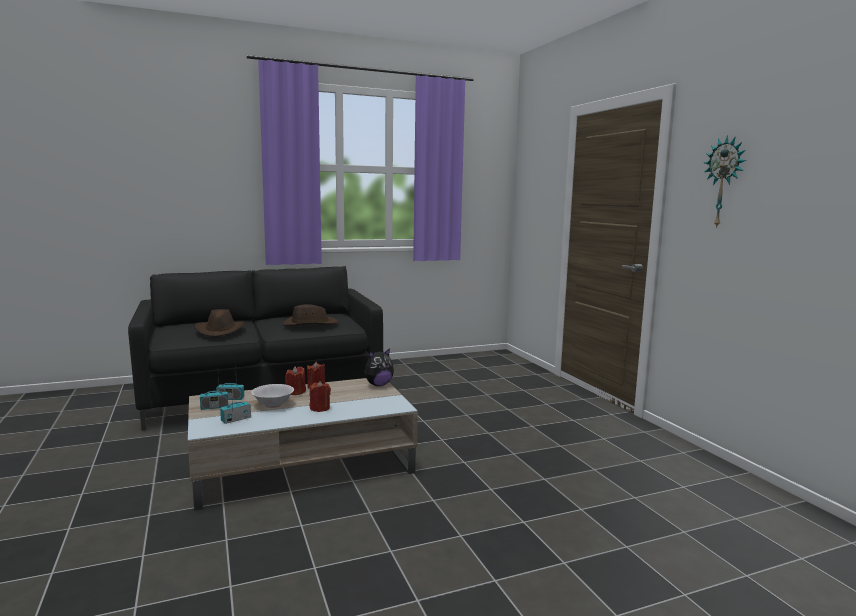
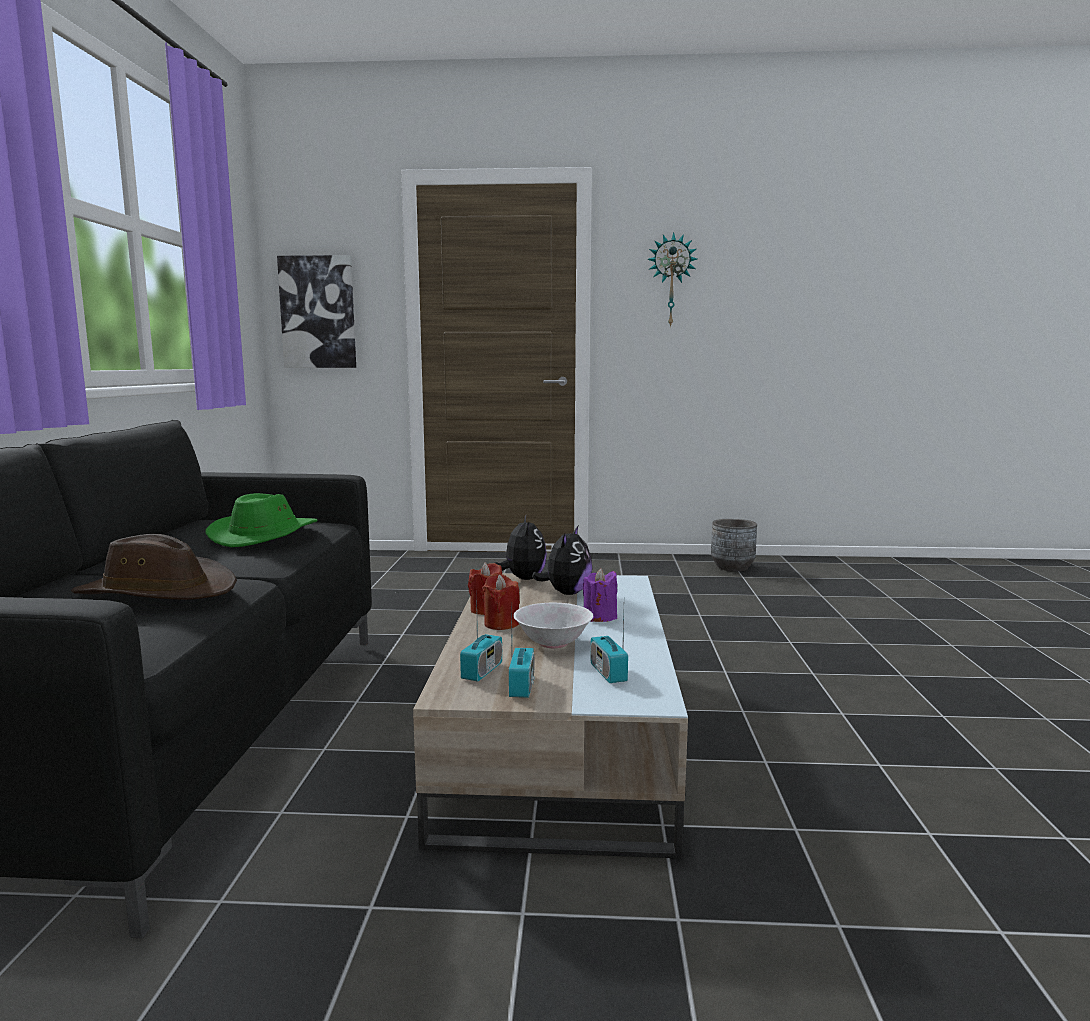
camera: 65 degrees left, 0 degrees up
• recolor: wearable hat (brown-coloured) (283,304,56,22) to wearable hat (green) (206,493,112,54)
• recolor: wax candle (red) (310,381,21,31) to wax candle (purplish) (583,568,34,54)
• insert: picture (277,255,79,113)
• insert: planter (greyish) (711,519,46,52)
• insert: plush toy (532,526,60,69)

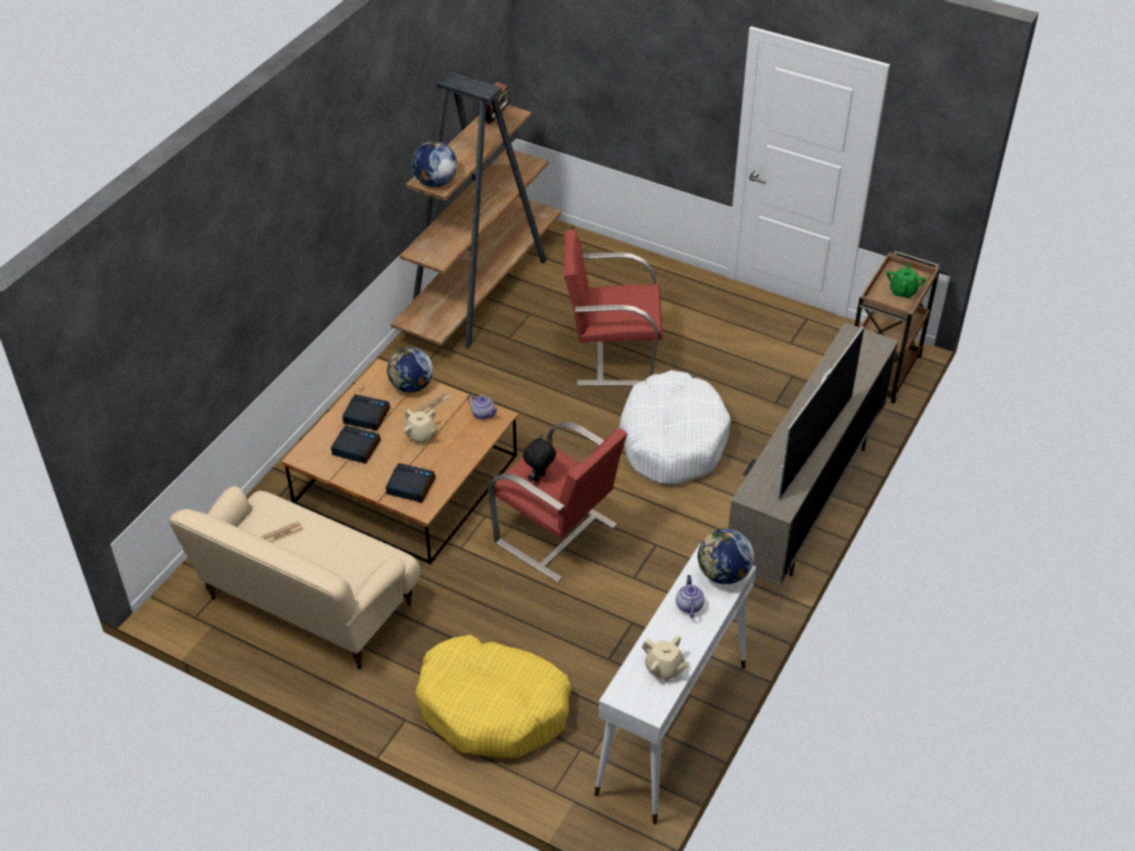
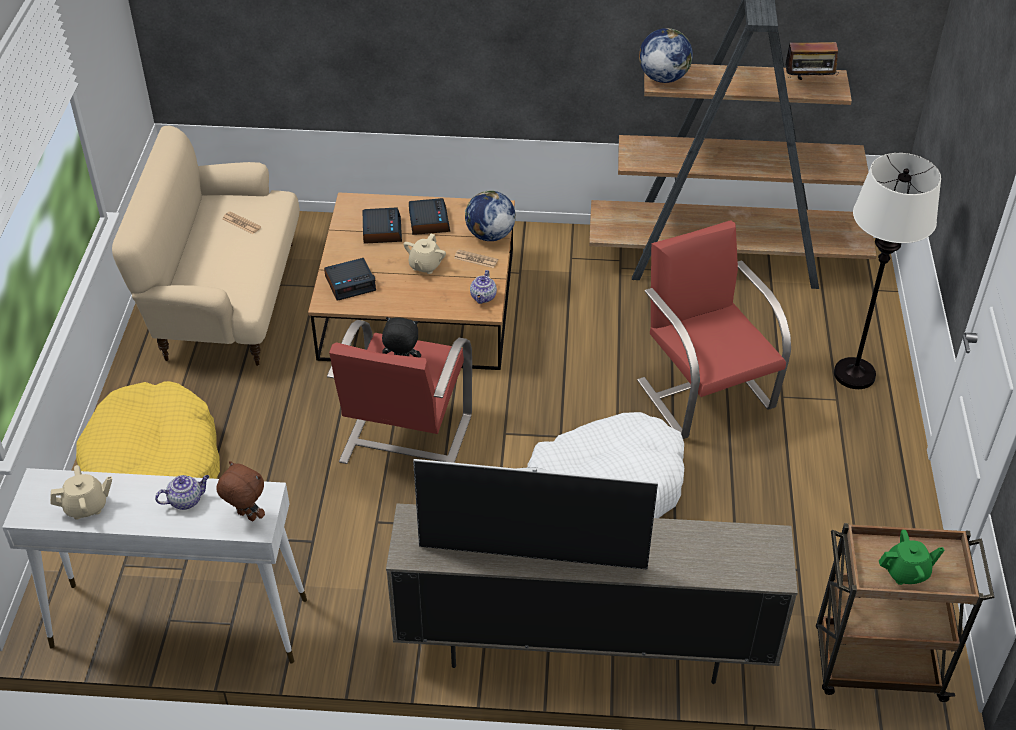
camera: 65 degrees right, 0 degrees up
• rotate: bedside clock (386,463,49,40) = (324,258,52,43) 75 degrees clockwise
• replace: world globe (698,529,56,55) to plush toy (brown-coloured) (216,461,49,60)
• rotate: pot for tea (beige) (642,636,48,45) = (50,465,62,55) 120 degrees counterclockwise
• insert: standing lamp (white) (834,153,107,236)

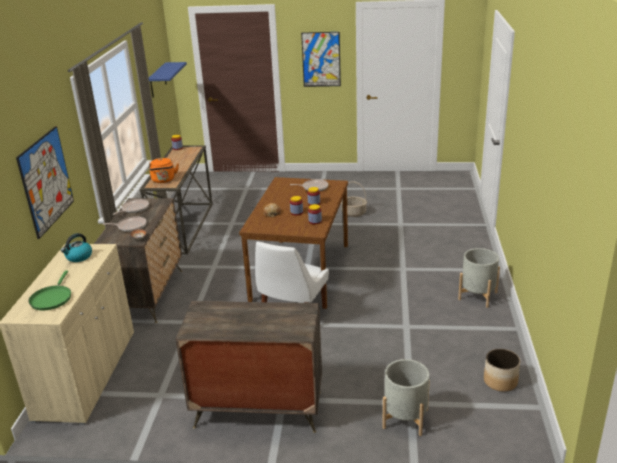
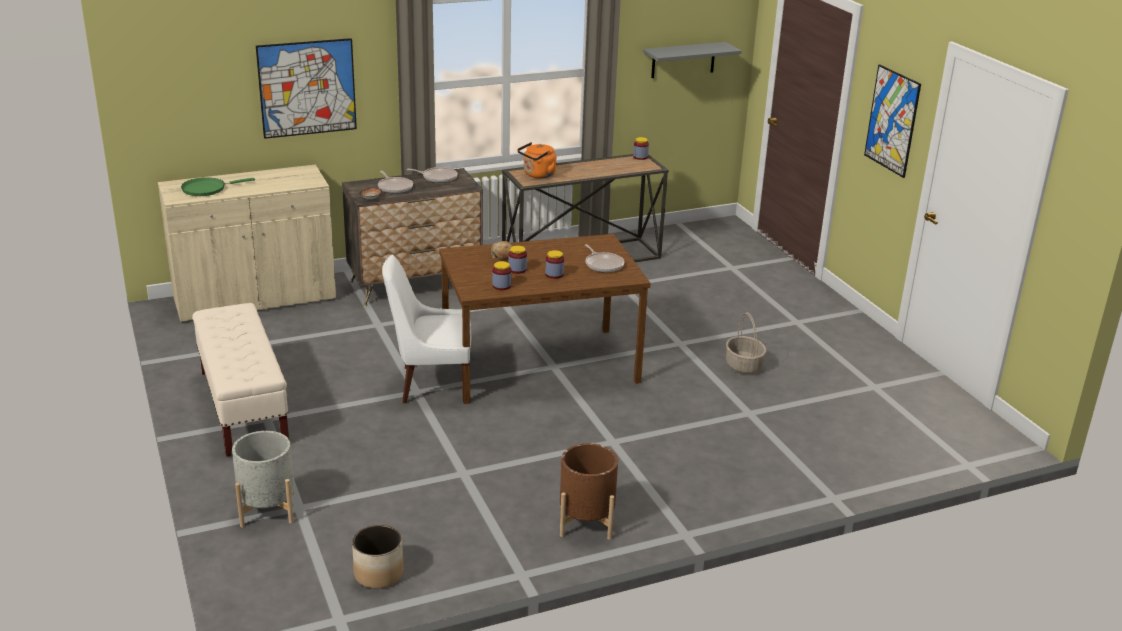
camera: 60 degrees right, 0 degrees up
• recolor: shelf (bluish) (149,62,38,35) to shelf (greyish) (643,42,99,36)
• delete: tea kettle (61,233,31,29)
• recolor: planter (greyish) (458,248,42,60) to planter (brown-coloured) (560,443,58,97)
• replace: chest of drawers (175,301,147,132) to indoor bench (beige) (192,303,97,154)

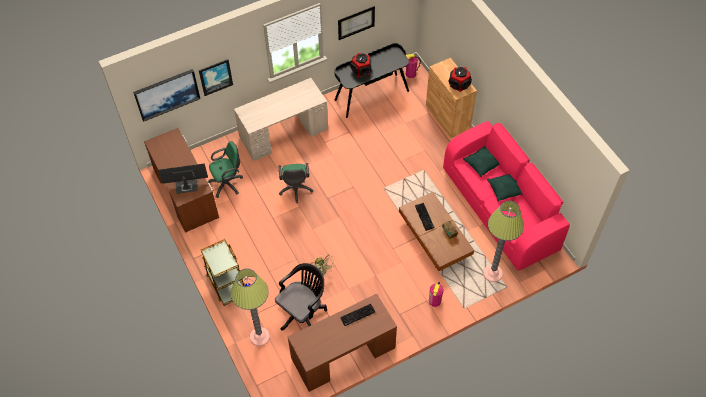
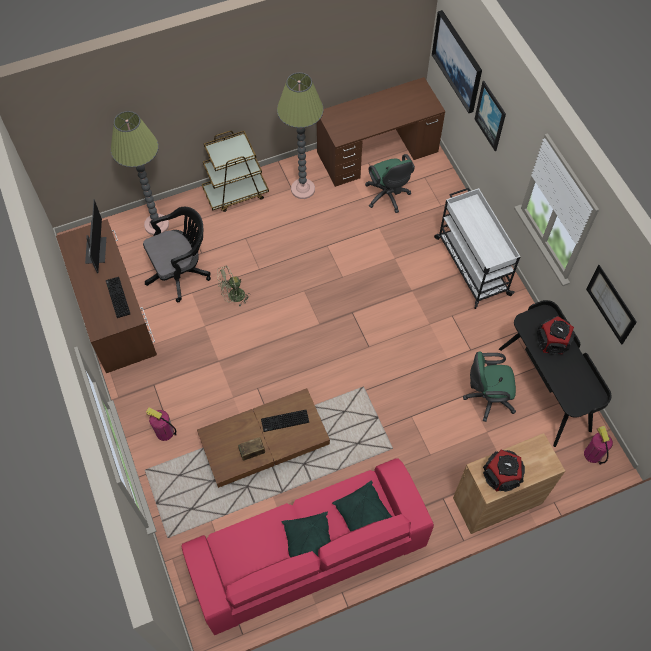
camera: 95 degrees right, 5 degrees up
• replace: desk table (beige) (234,78,94,83) to wheeled cart (white) (434,188,86,121)
• move: monitor (158,163,50,31) to (85,199,21,74)
• move: desk chair (green) (279,163,34,40) to (463,351,53,71)
• move: standing lamp (483,201,41,81) to (277,72,46,127)
• rotate: desk chair (black) (275,263,52,68) = (143,207,68,95) 75 degrees counterclockwise

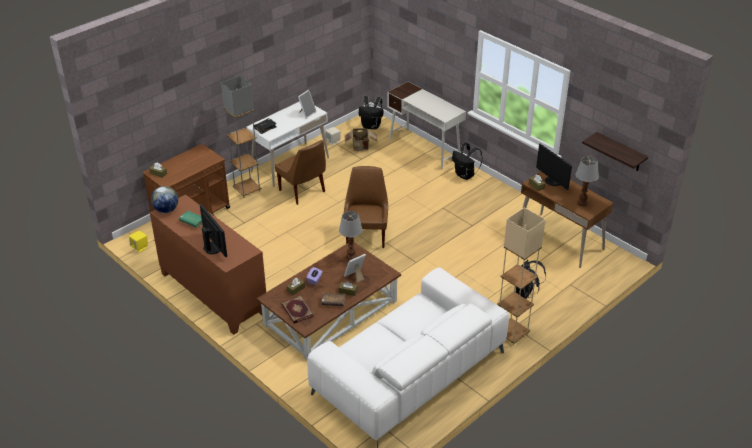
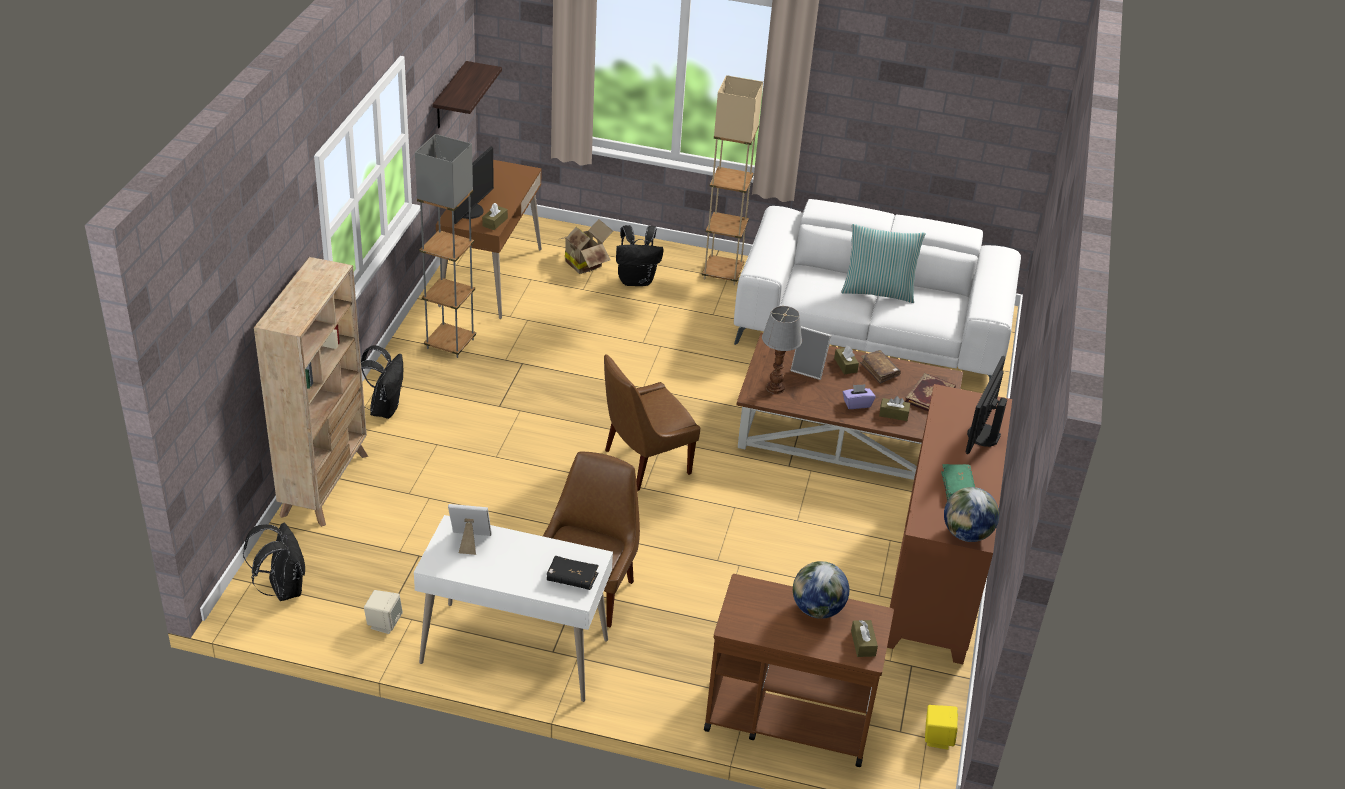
camera: 125 degrees left, 0 degrees up
• move: standing lamp (greyish) (221,76,40,122) to (415,134,61,224)
• replace: desk table (white) (387,82,79,88) to shelving unit (beige) (254,257,114,270)
• move: packing box (344,128,33,23) to (558,219,55,55)
• delete: table lamp (575,156,24,51)
• insert: cushion (841,224,85,79)
• insert: world globe (793,561,56,58)

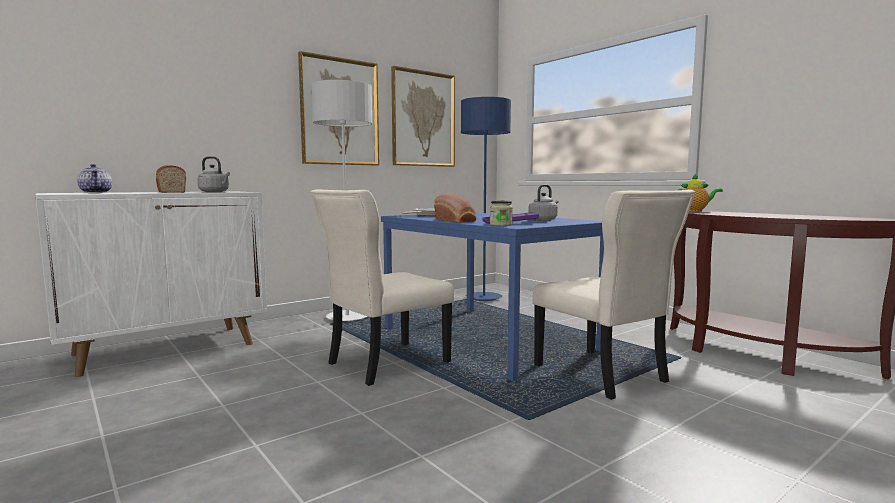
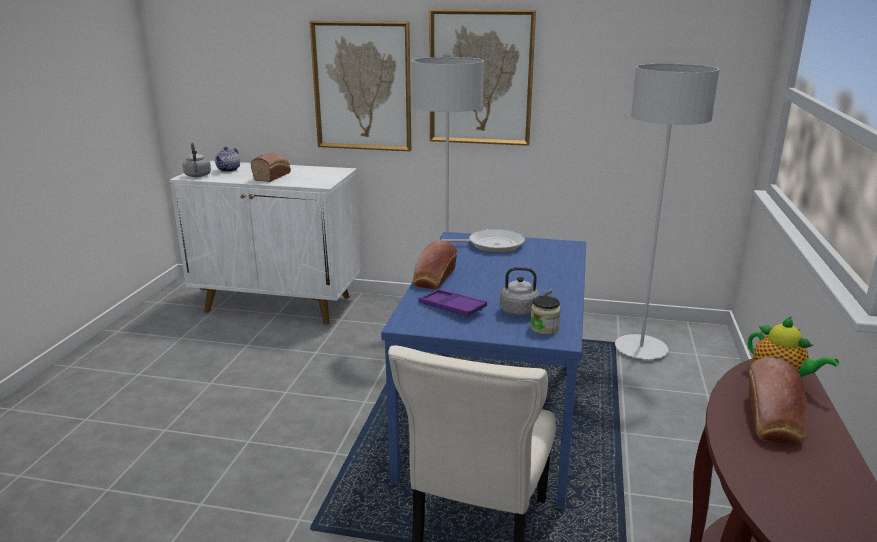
camera: 50 degrees right, 15 degrees up
• move: picture (391,66,64,101) to (309,21,102,130)
• recolor: standing lamp (bluish) (461,97,50,204) to standing lamp (greyish) (615,64,104,295)
• move: tea kettle (greyish) (197,156,33,36) to (183,143,28,34)
• delete: plain chair (beige) (311,189,143,197)
• move: preserve jar (490,201,23,25) to (530,296,31,39)
• insert: baked bread (749,357,58,89)

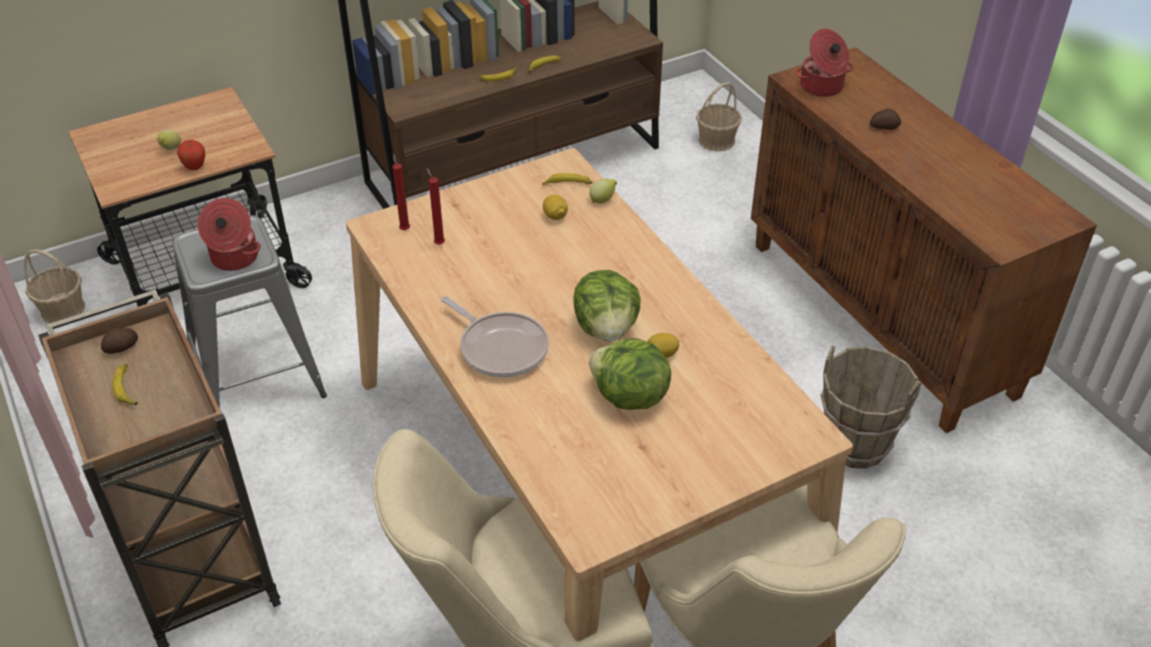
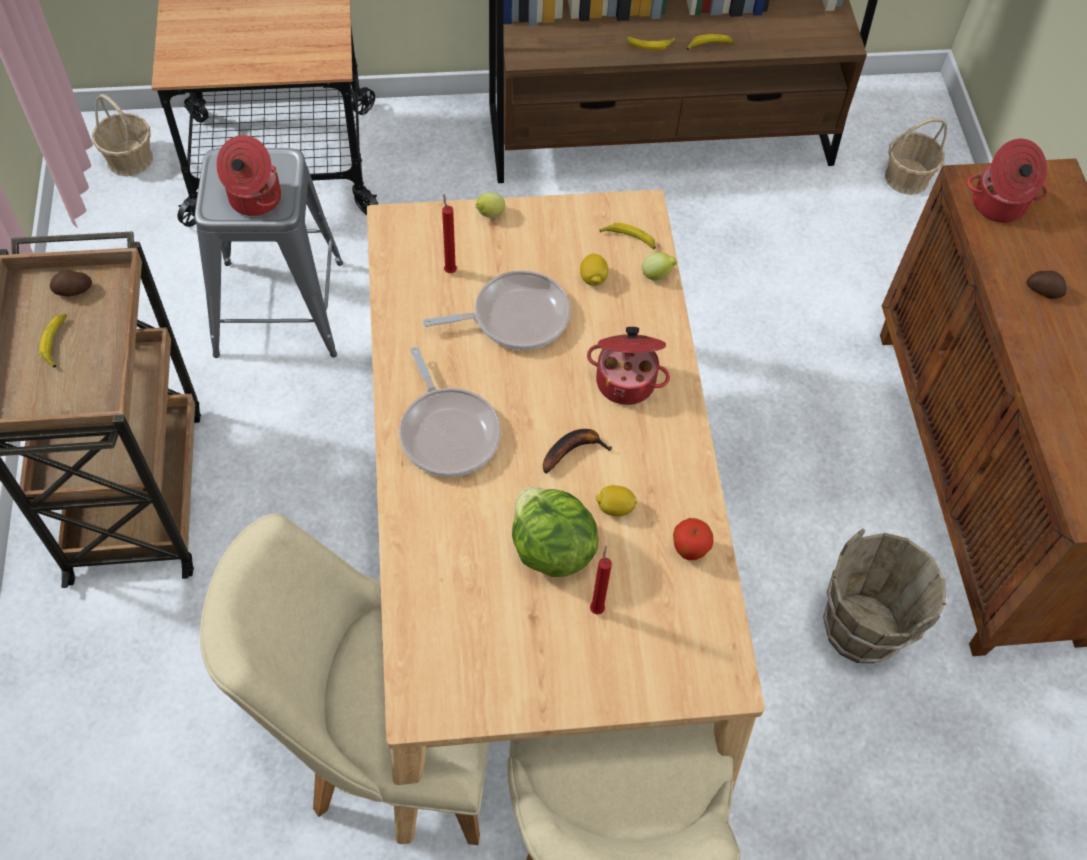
camera: 20 degrees right, 15 degrees up
• move: citrus fruit (157,130,24,20) to (475,192,30,26)
• move: whole apple (177,140,28,30) to (673,518,41,42)
• move: wax candle (red) (393,153,17,77) to (590,545,22,69)
• replace: lettuce head (573,270,68,71) to banana (543,429,69,45)
• insert: pan (423,270,147,80)
• insert: cooking pot (587,327,83,78)

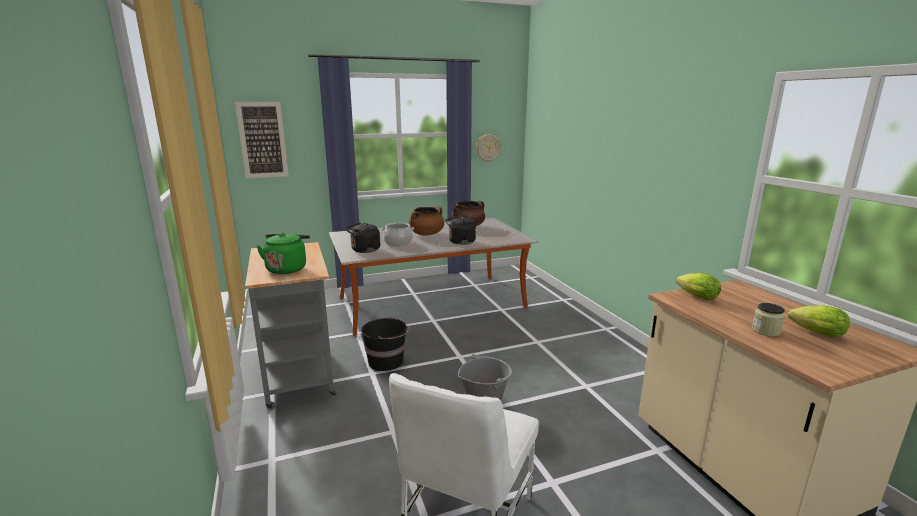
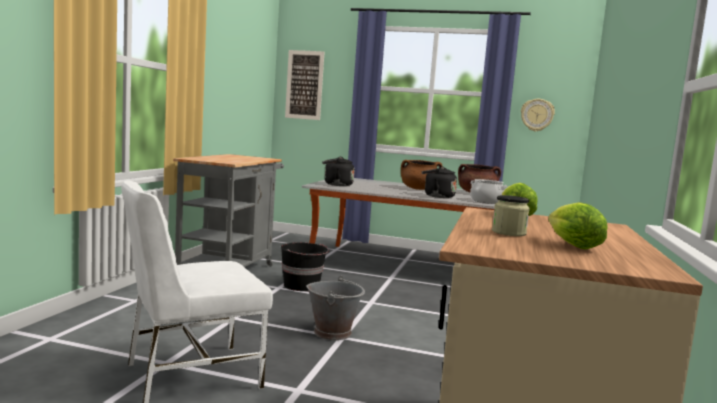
camera: 35 degrees right, 10 degrees down
• move: cooking pot (381,223,33,23) to (470,179,37,25)
• delete: tea kettle (green) (256,233,54,41)

